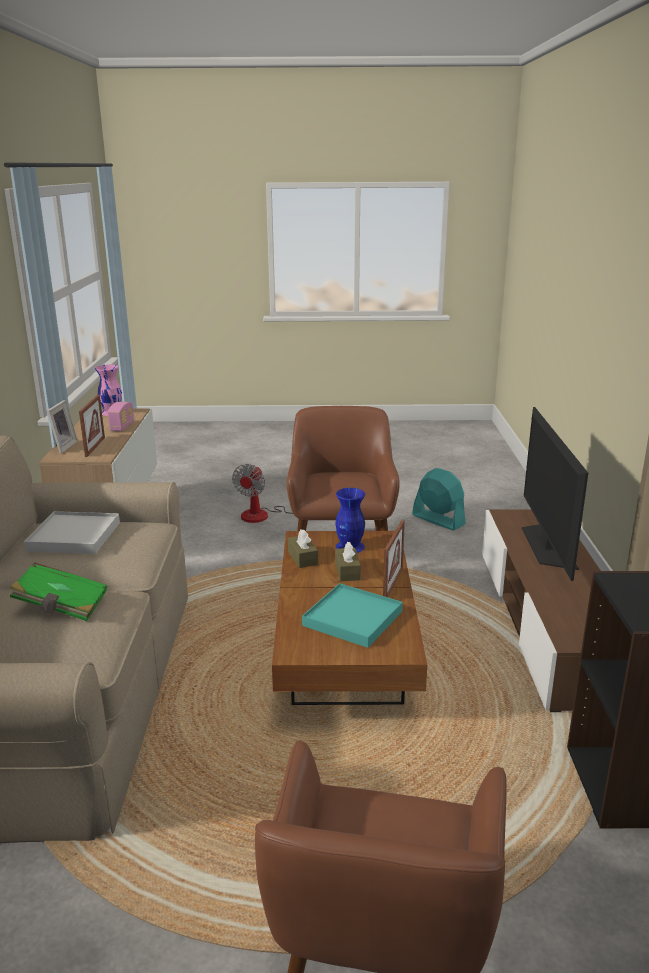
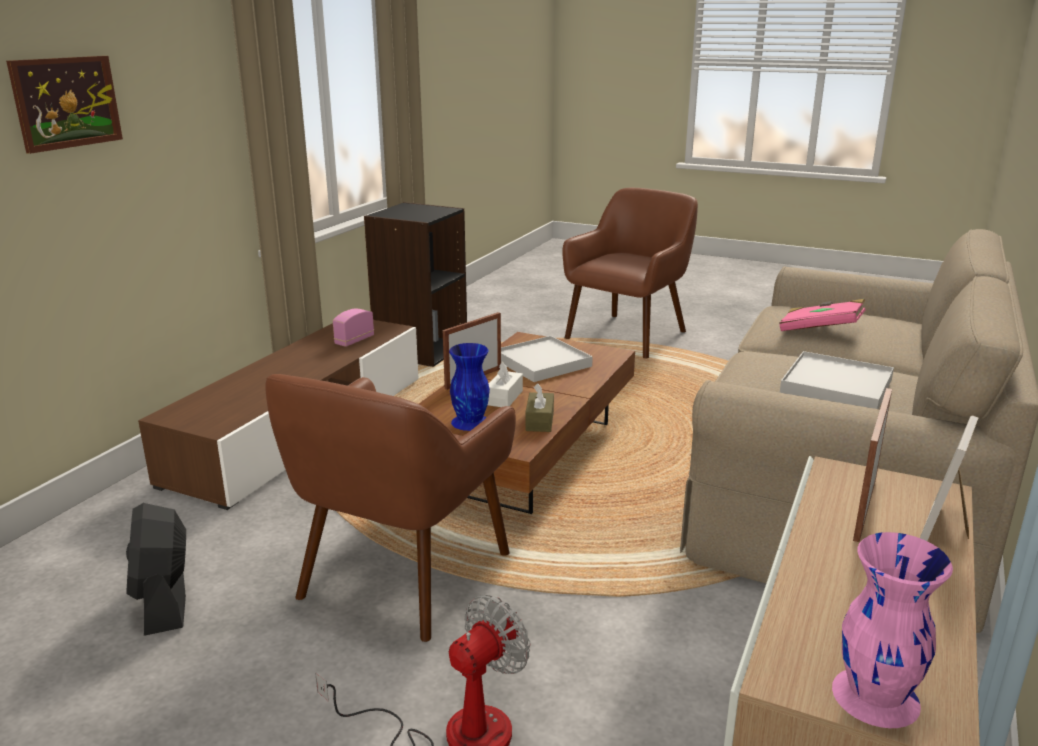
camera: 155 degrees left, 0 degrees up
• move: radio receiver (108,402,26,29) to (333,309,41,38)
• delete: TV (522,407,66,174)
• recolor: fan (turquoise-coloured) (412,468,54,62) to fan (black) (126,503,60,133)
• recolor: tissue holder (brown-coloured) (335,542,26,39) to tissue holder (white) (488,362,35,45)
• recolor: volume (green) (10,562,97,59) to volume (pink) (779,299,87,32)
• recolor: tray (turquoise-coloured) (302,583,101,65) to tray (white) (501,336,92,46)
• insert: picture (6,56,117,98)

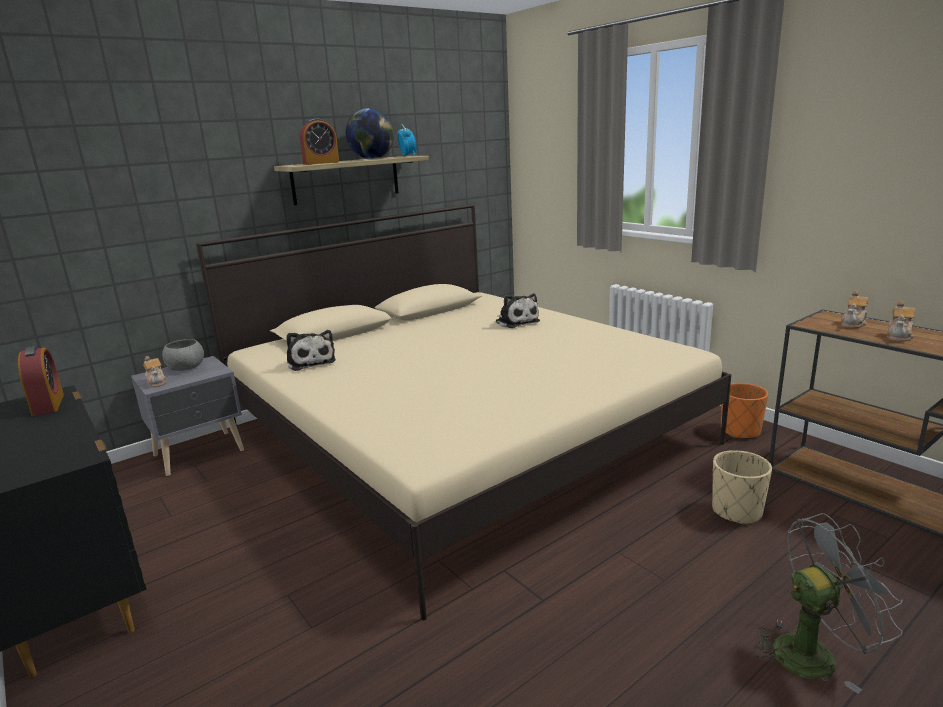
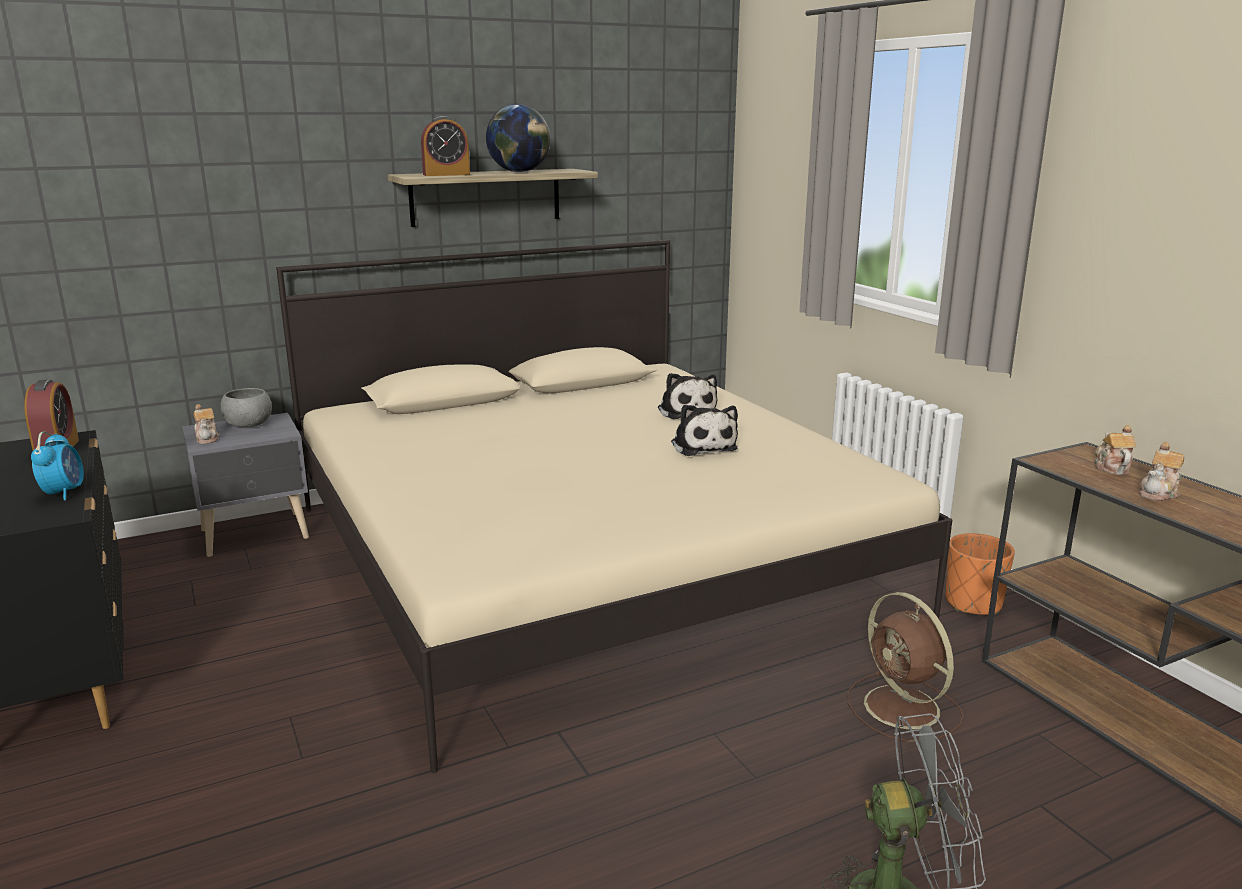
camera: 10 degrees right, 0 degrees up
• move: bedside clock (397,124,20,32) to (31,431,53,70)
• rotate: pot for tea (841,291,27,37) = (1095,425,41,50) 135 degrees clockwise
• move: plush toy (286,330,50,41) to (671,404,67,52)
• replace: planter (beige) (712,450,60,75) to fan (brown-coloured) (847,592,116,150)

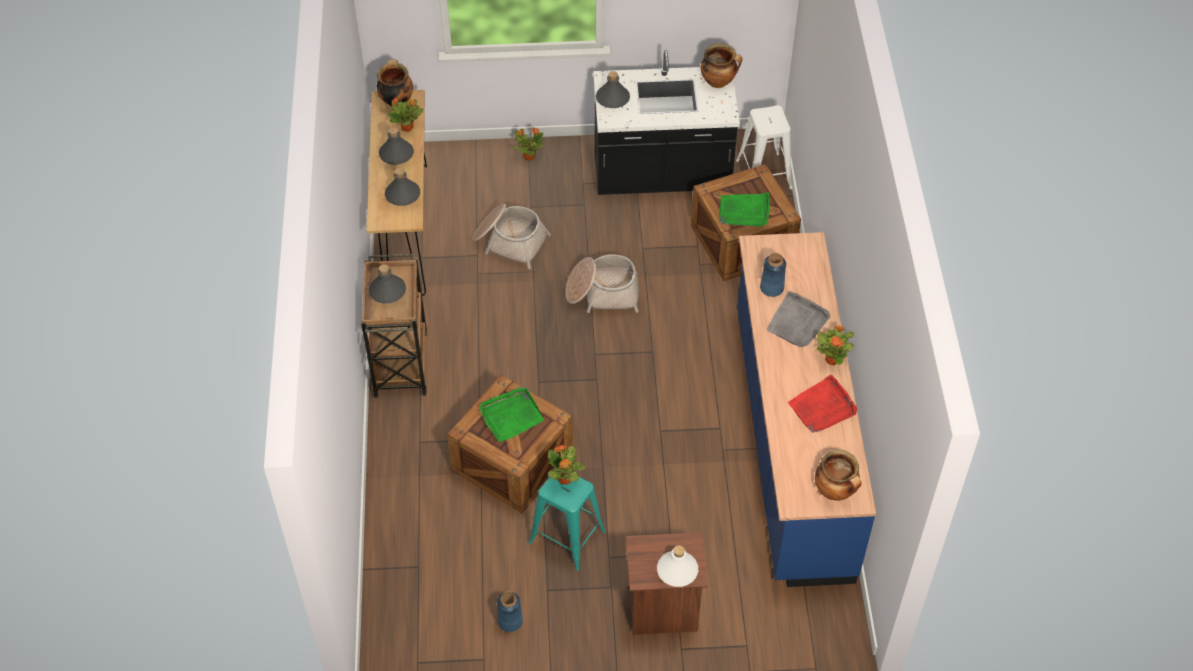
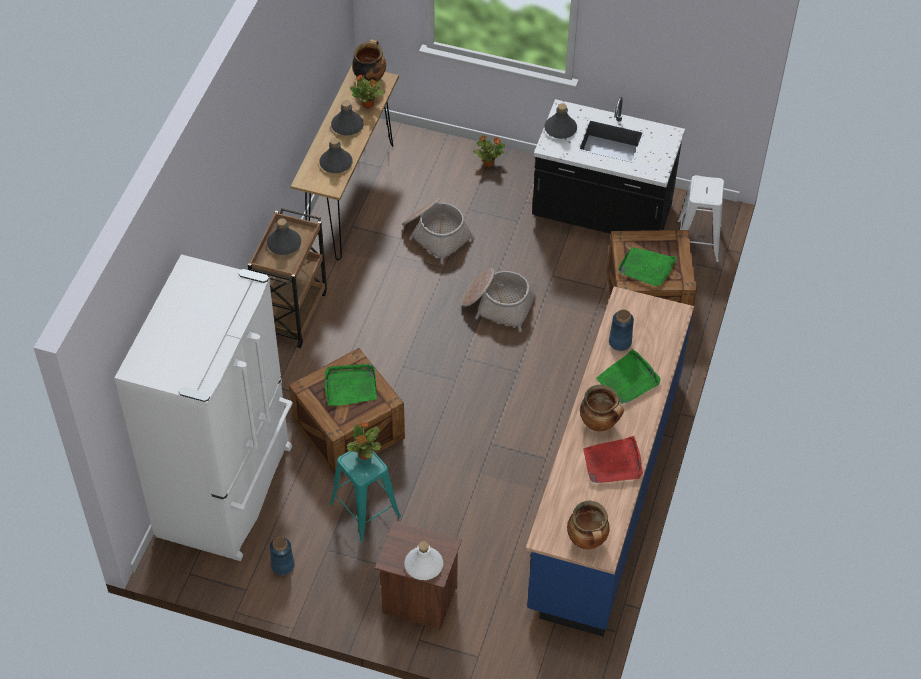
camera: 20 degrees right, 0 degrees up
• move: cooking pot (701,43,41,45) to (580,385,44,46)
• recolor: tray (greyish) (766,291,64,56) to tray (green) (596,349,64,55)
• delete: plant in a pot (817,325,37,40)
• insert: refrigerator (white) (115,254,178,307)

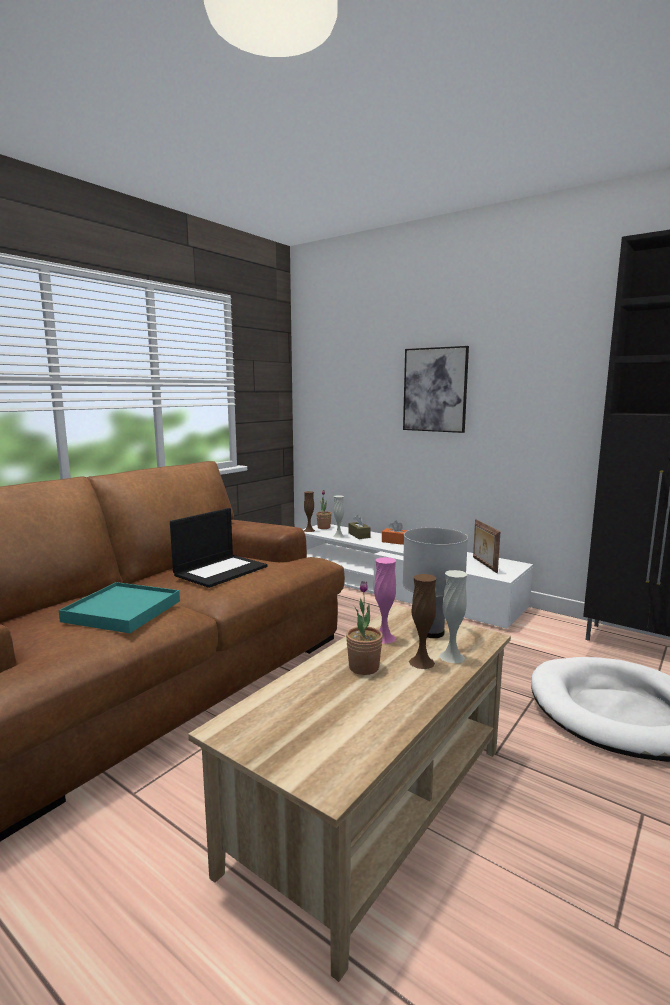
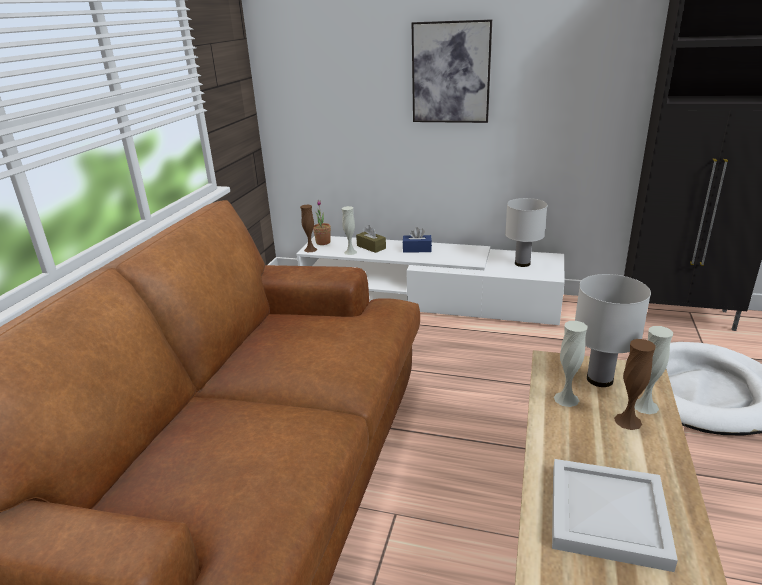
camera: 20 degrees left, 15 degrees up
• delete: notebook computer (170,508,97,80)
• replace: picture frame (473,519,27,54) to table lamp (white) (505,198,43,69)
• recolor: tissue holder (orange) (382,521,26,24) to tissue holder (bluish) (403,227,29,26)
• recolor: decorative vase (pink) (374,557,22,87) to decorative vase (white) (554,321,33,86)
• delete: plant in a pot (346,581,37,94)
• delete: tray (turquoise-coloured) (59,582,121,51)
• insert: tray (white) (552,459,126,113)

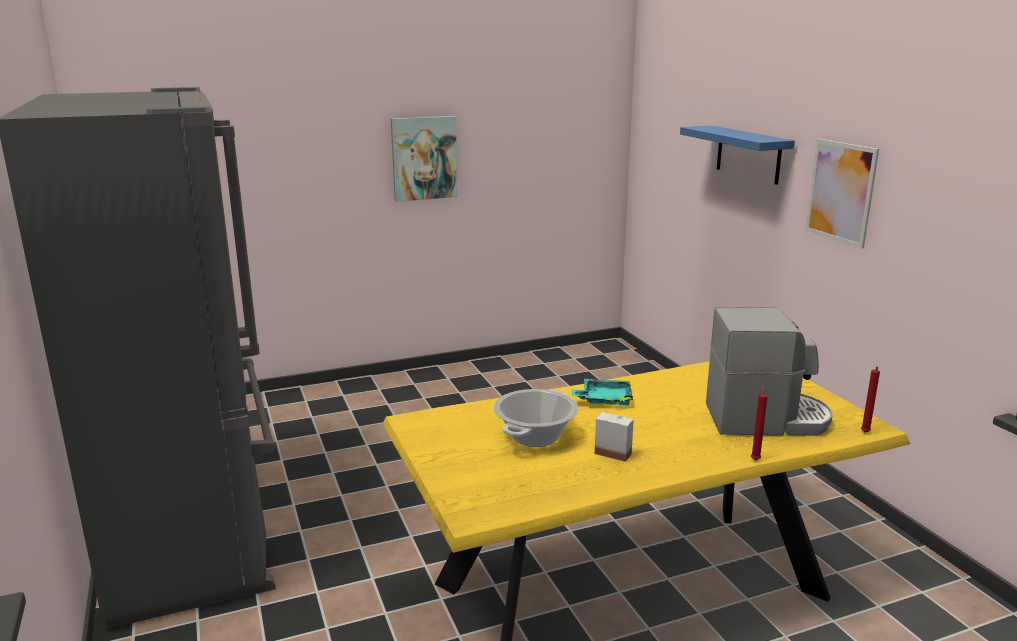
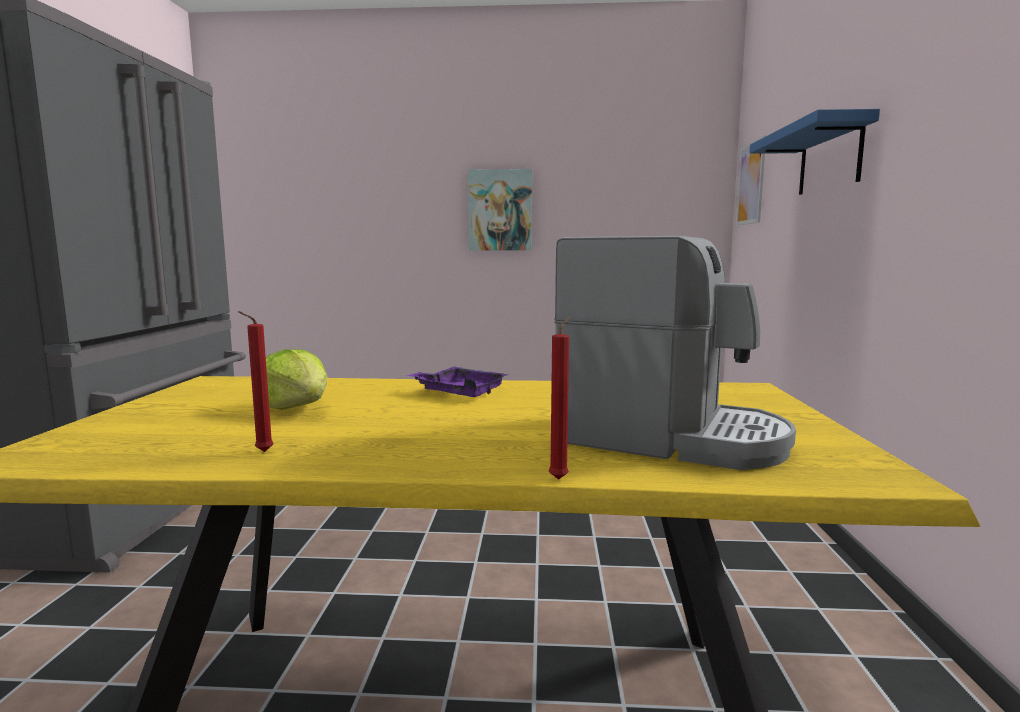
camera: 25 degrees right, 10 degrees down
• move: picture (805,139,74,110) to (736,136,30,89)
• move: wax candle (red) (861,367,19,66) to (238,311,36,141)
• recolor: tray (turquoise-coloured) (572,379,61,26) to tray (purplish) (406,367,103,30)
• replace: cooking pot (494,389,84,58) to lettuce head (266,349,61,61)
• delete: plant in a pot (595,397,39,65)

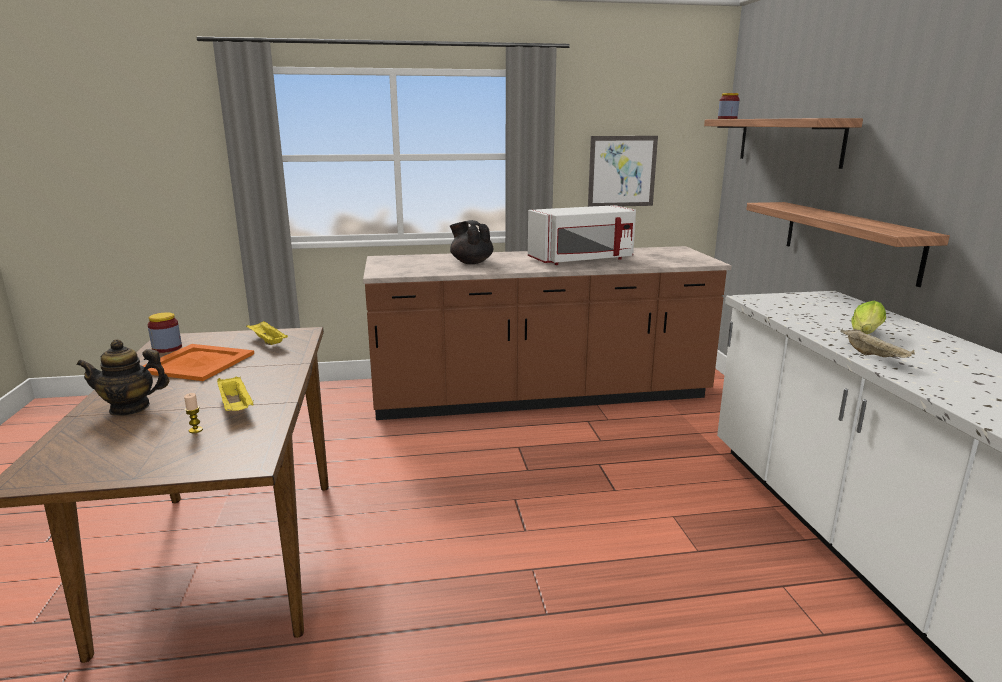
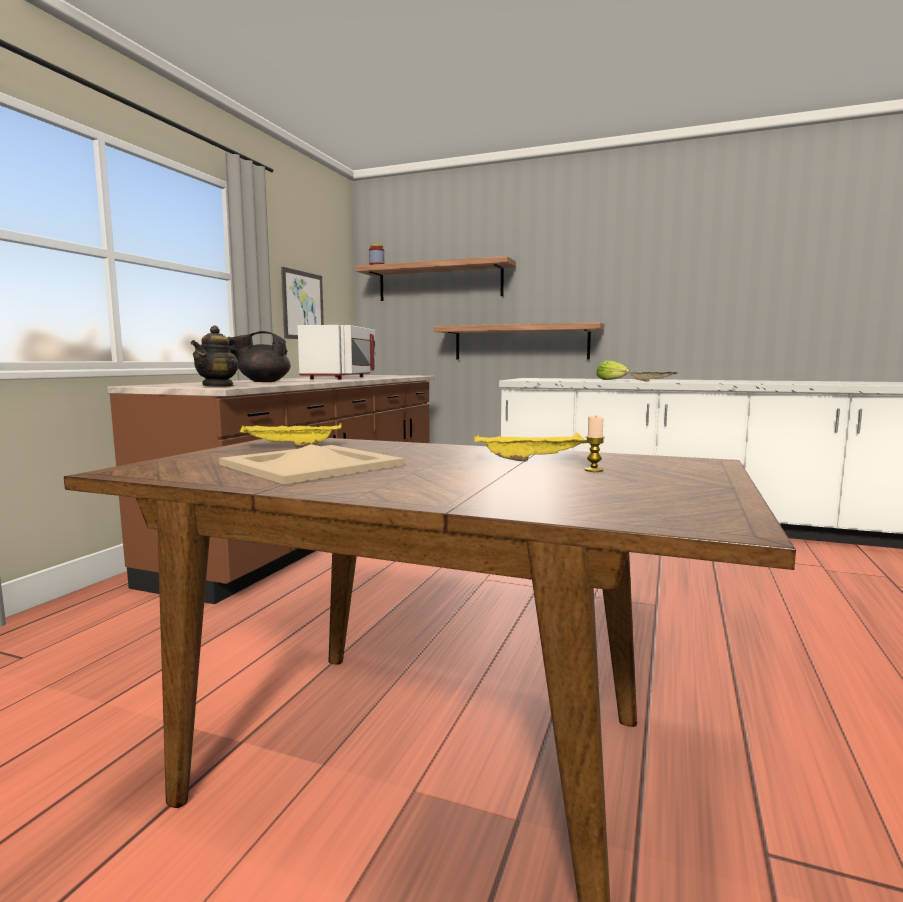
camera: 60 degrees left, 10 degrees down
• delete: preserve jar (148,313,34,40)
• move: pot for tea (76,339,93,77) to (191,325,49,62)
• recolor: tray (orange) (143,344,111,37) to tray (beige) (219,444,185,40)

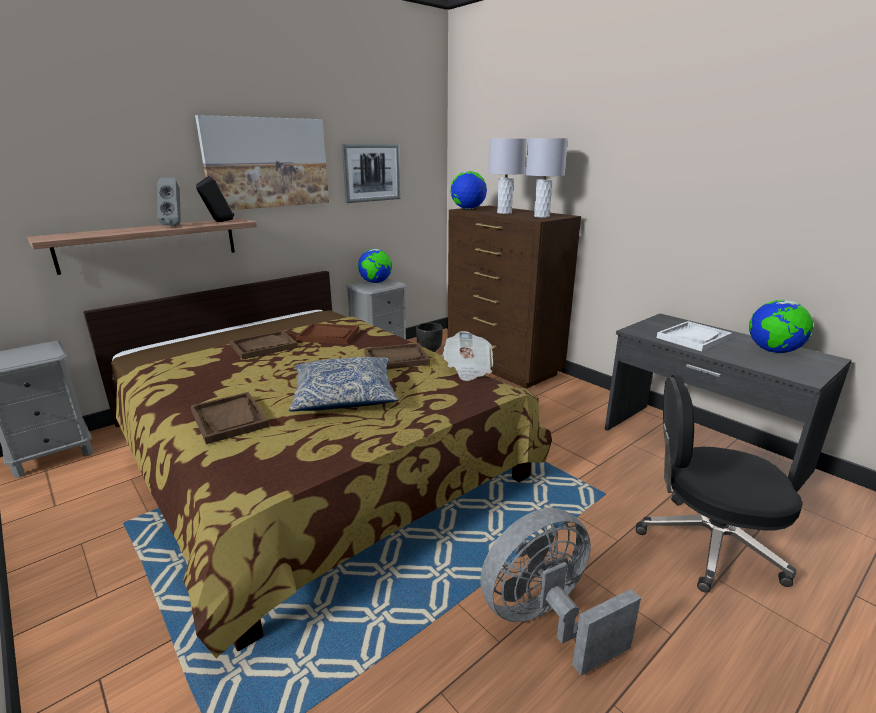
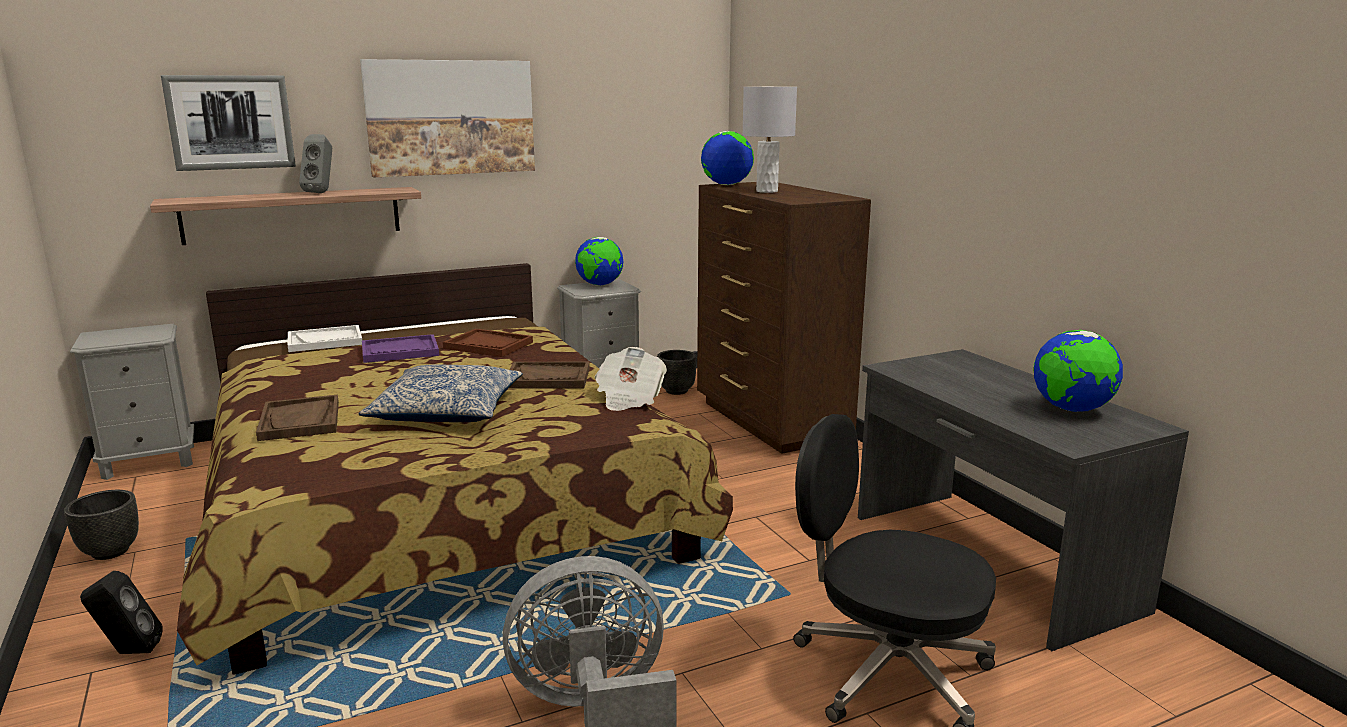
camera: 15 degrees right, 5 degrees down
• delete: table lamp (greyish) (526,138,42,80)
• move: picture (342,144,59,59) to (161,75,135,96)
• move: loudspeaker (black) (196,176,38,46) to (80,571,83,83)
• move: tray (white) (657,321,75,31) to (288,325,74,27)
• recolor: tray (brown-coloured) (230,331,68,29) to tray (purplish) (362,334,77,29)
• insert: planter (black) (64,490,75,70)

